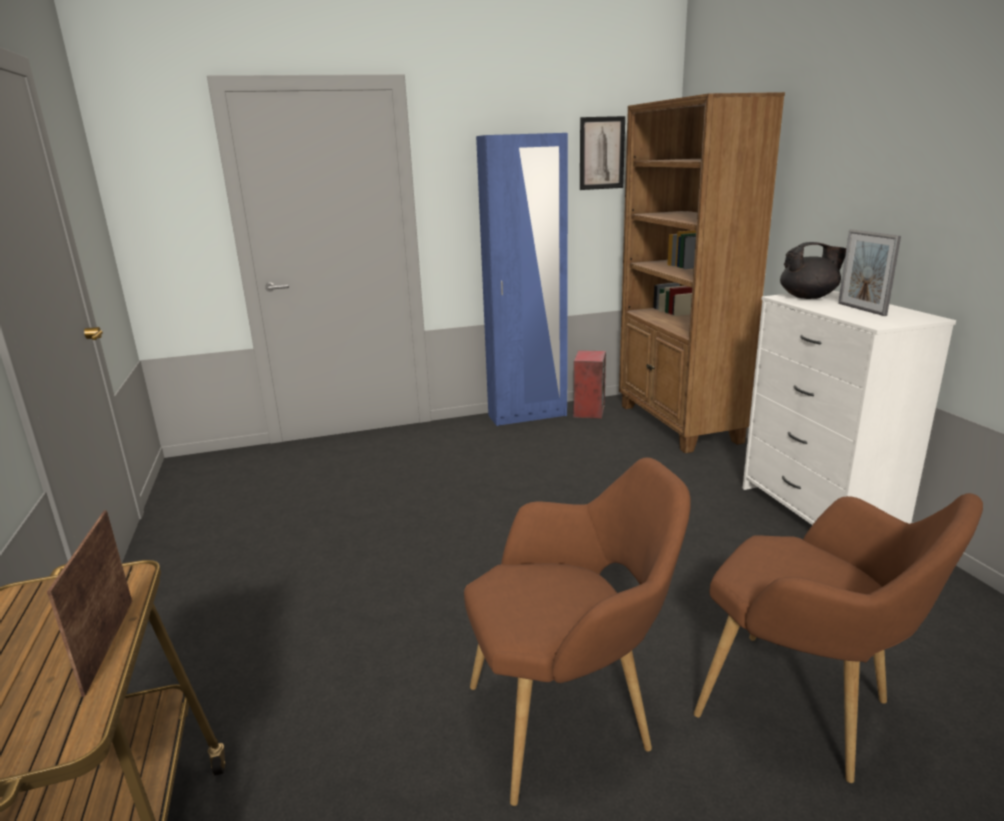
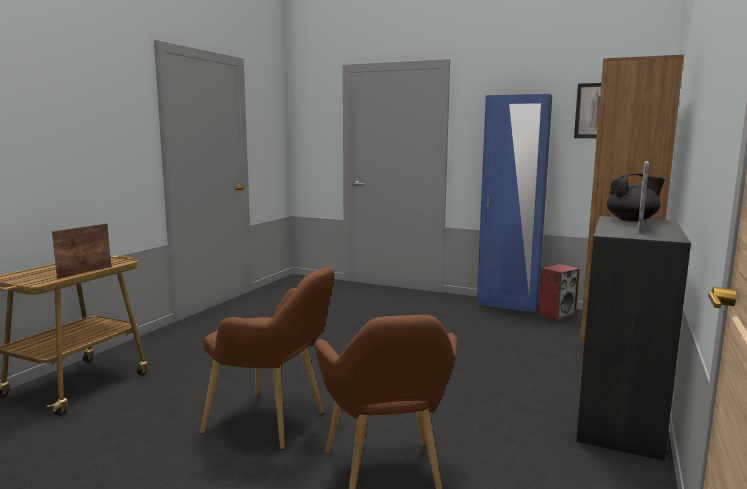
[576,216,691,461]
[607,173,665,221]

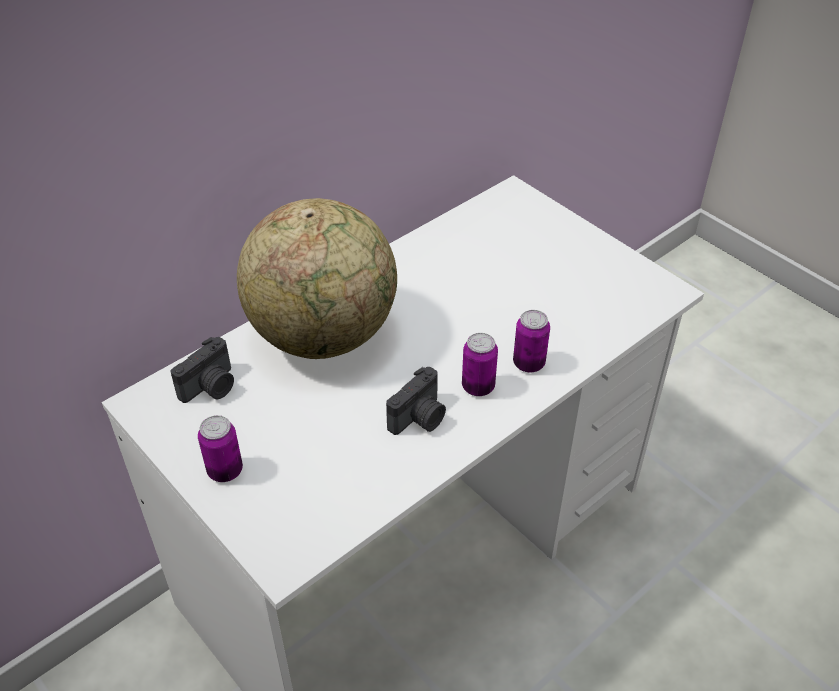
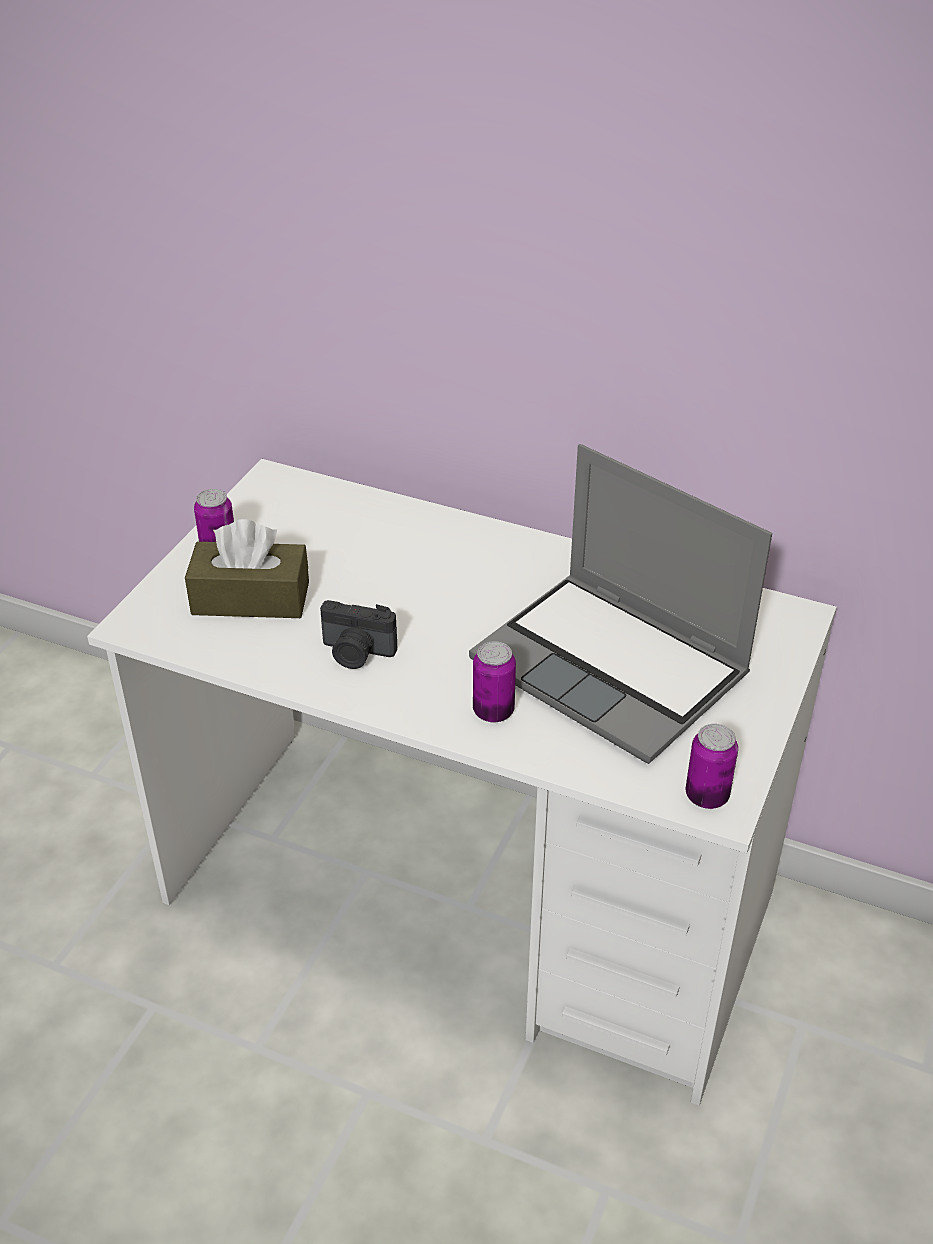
[185,519,309,618]
[469,444,772,764]
[686,724,738,809]
[170,337,234,403] (first image)
[237,198,397,359] (first image)

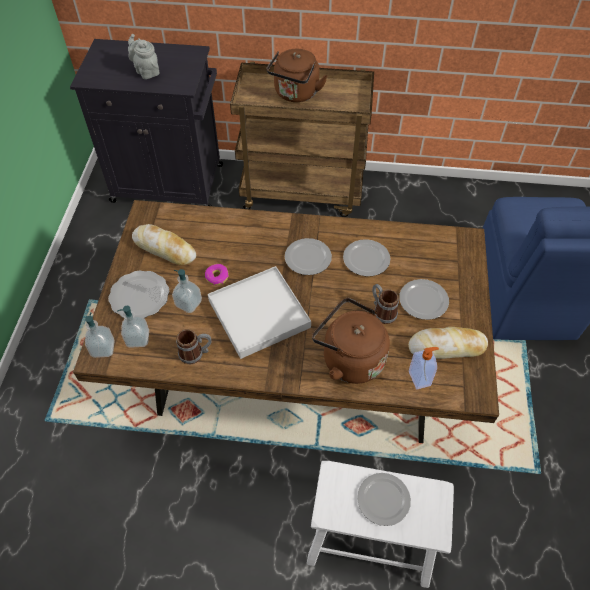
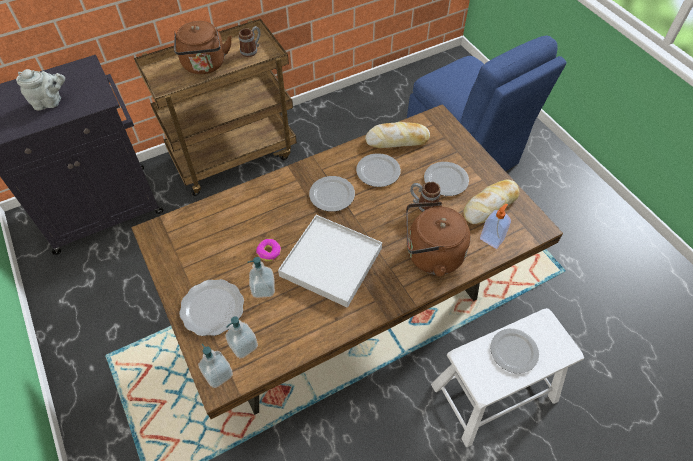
[16,69,65,110]
[239,26,260,57]
[365,122,430,148]

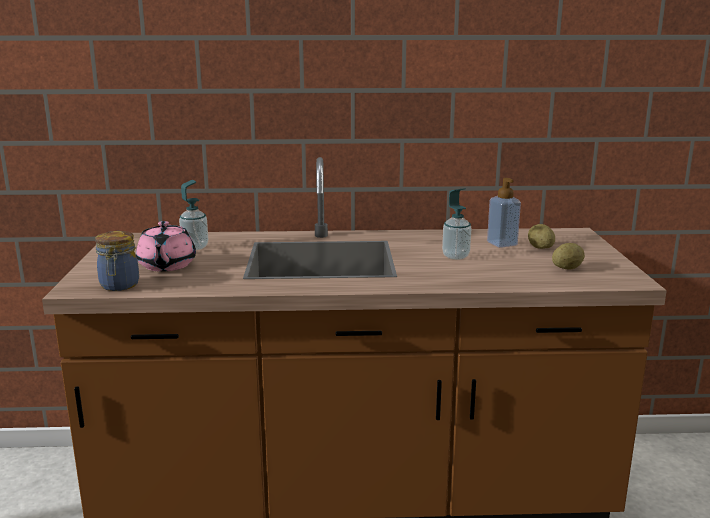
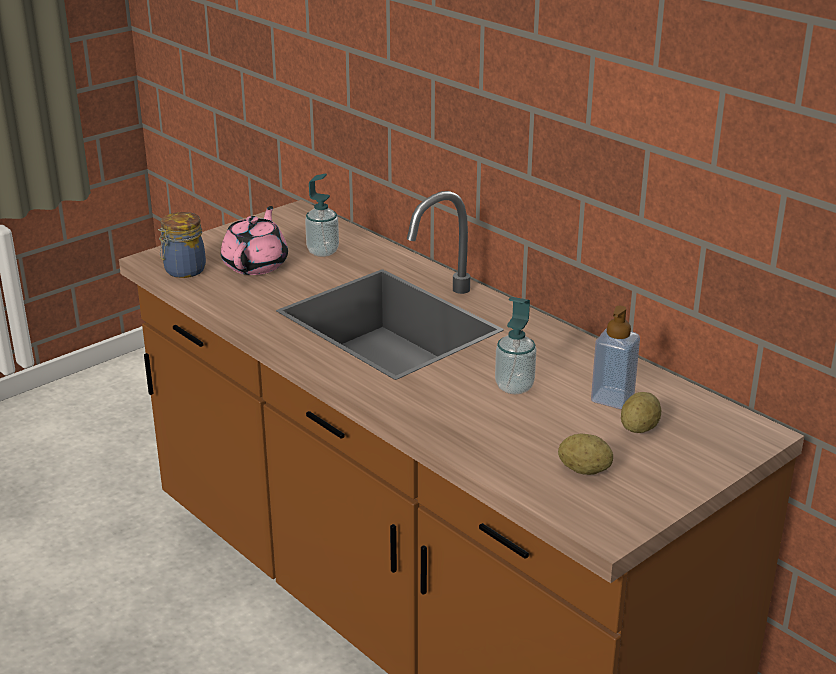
[221,206,288,275]

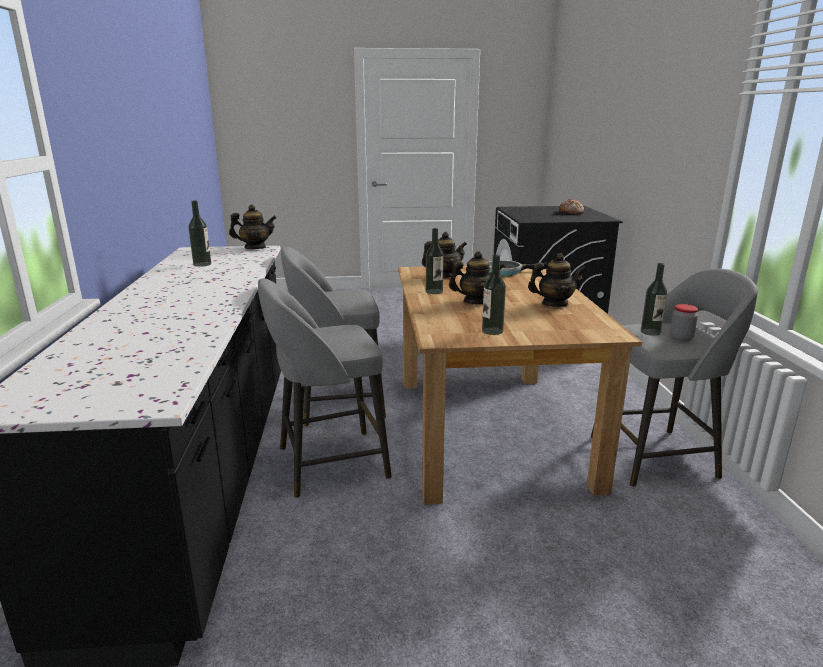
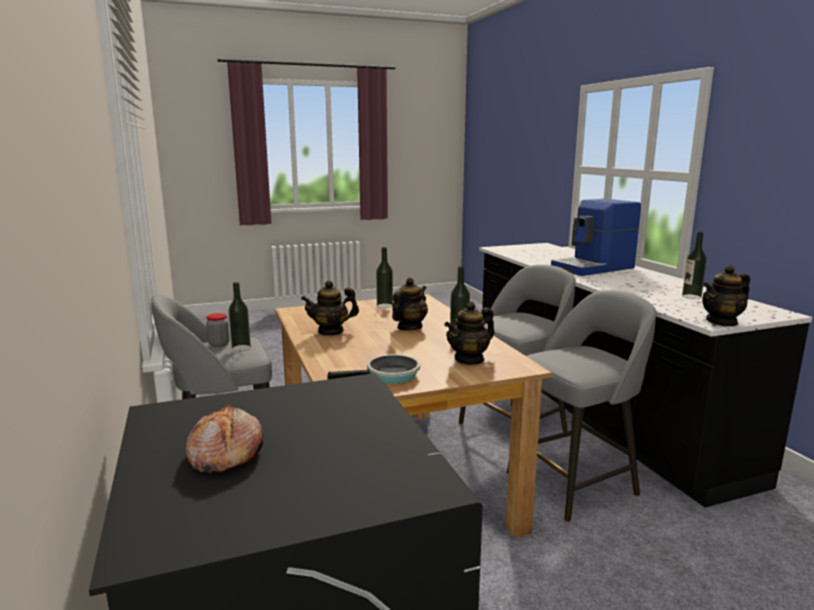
[392,277,428,330]
[551,199,641,276]

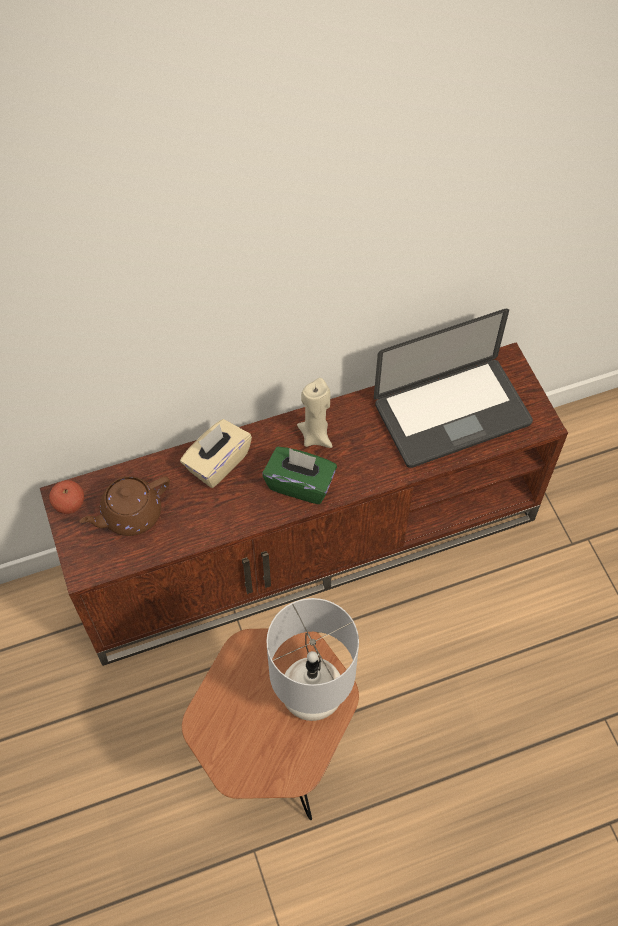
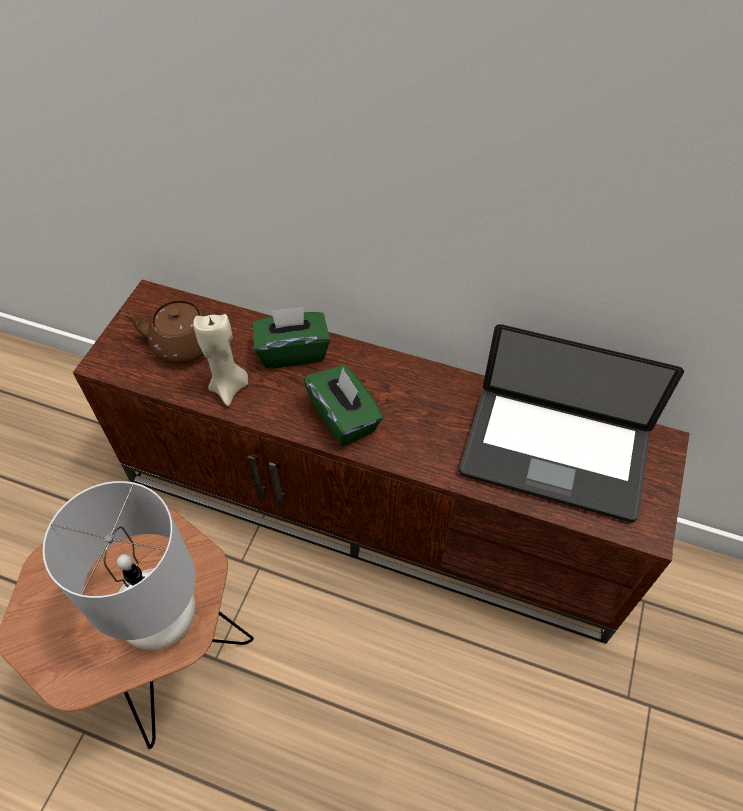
[193,314,248,406]
[252,307,330,369]
[49,480,84,514] (first image)

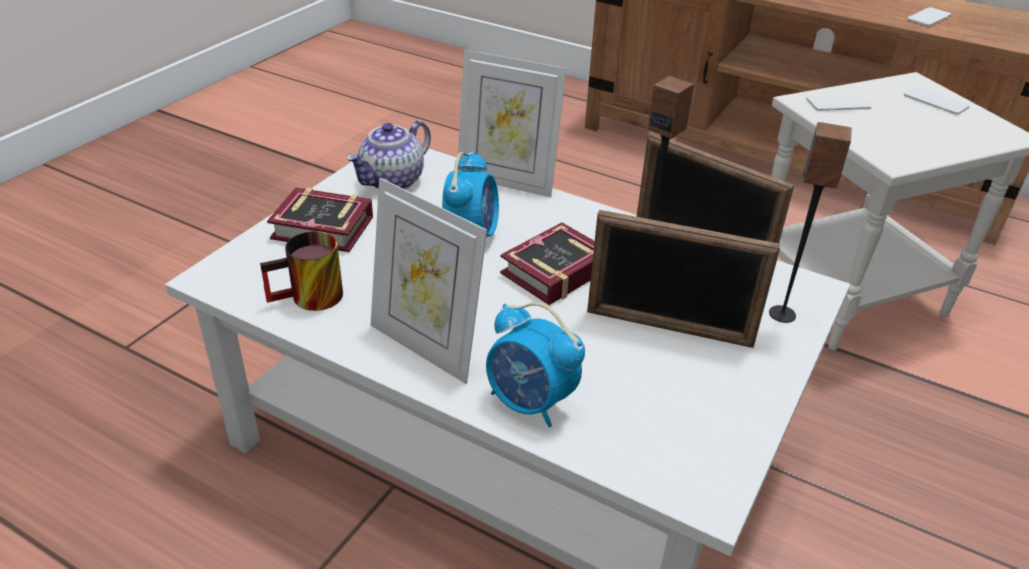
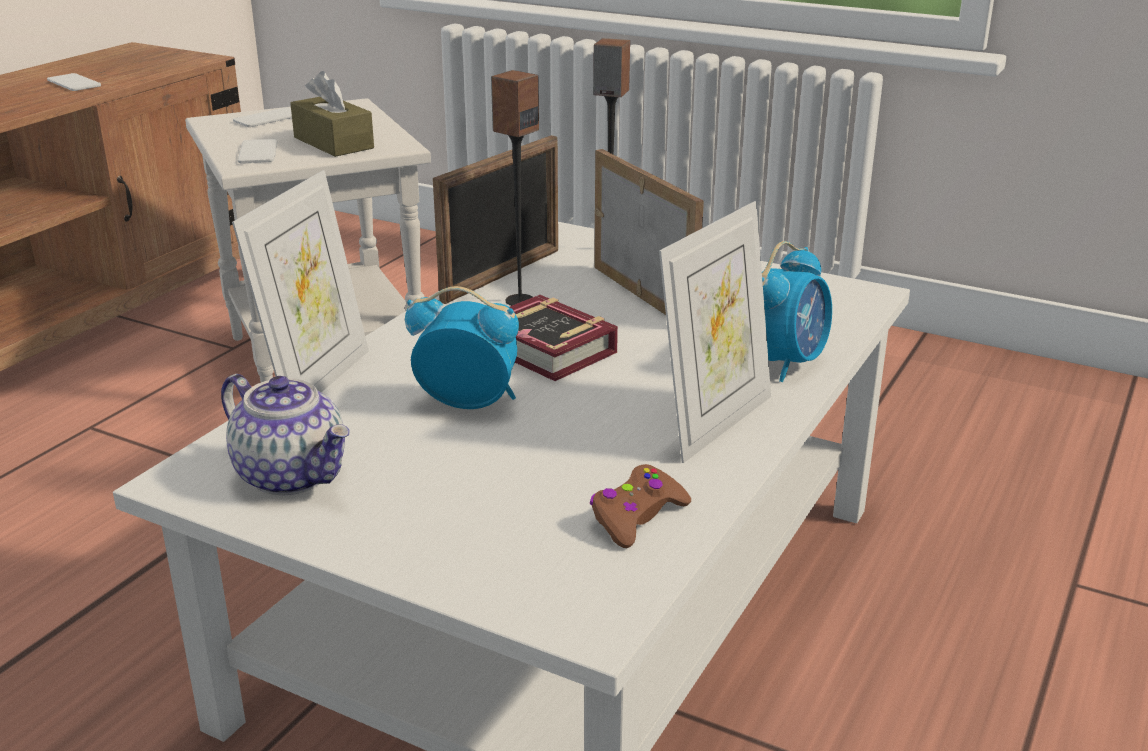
[290,71,374,157]
[590,464,691,548]
[594,149,704,315]
[267,187,373,252] (first image)

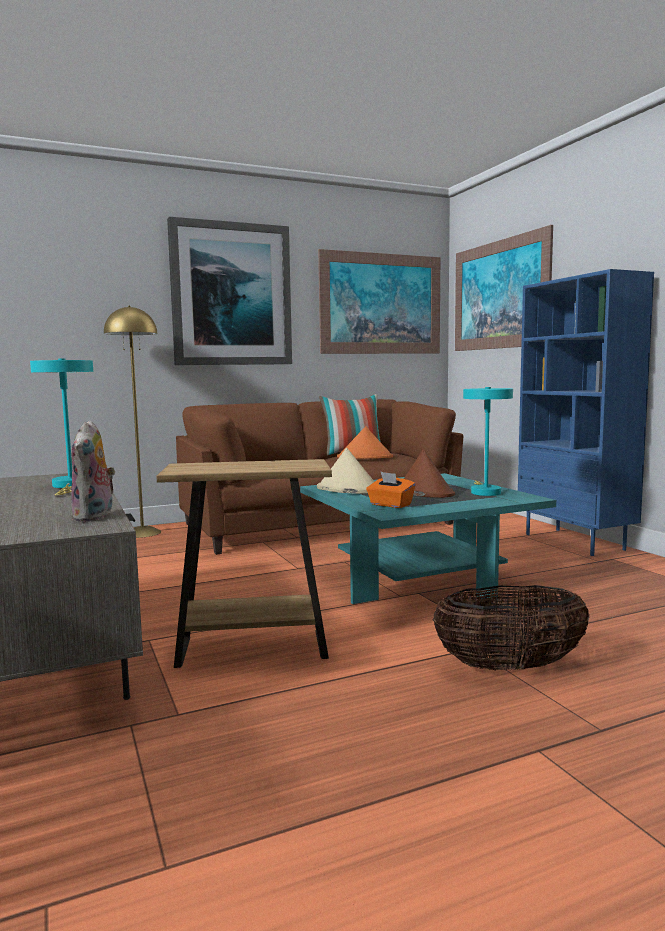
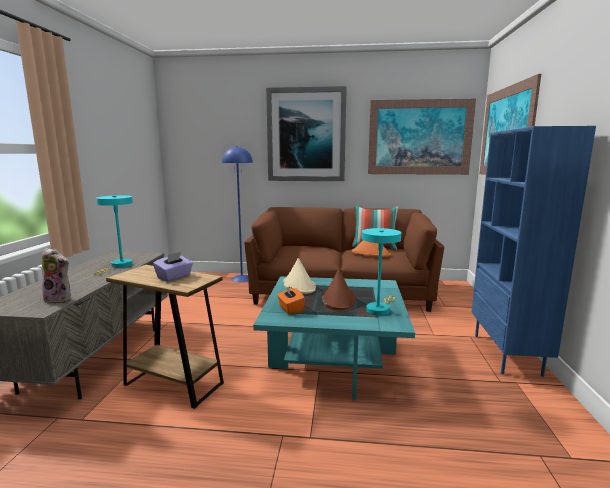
[42,248,71,304]
[153,252,193,282]
[222,146,253,282]
[433,585,590,671] (first image)

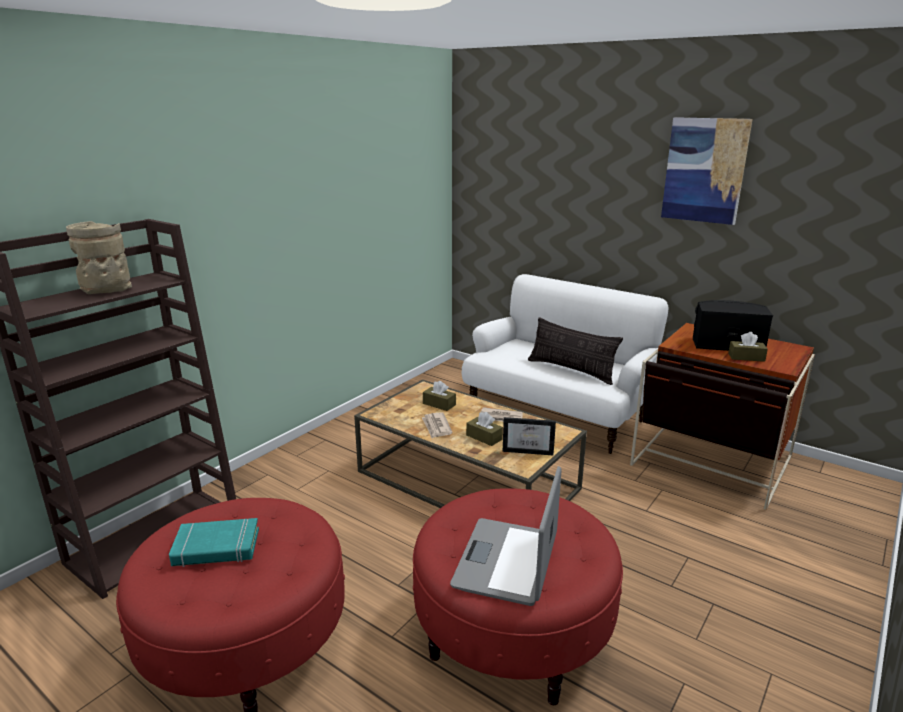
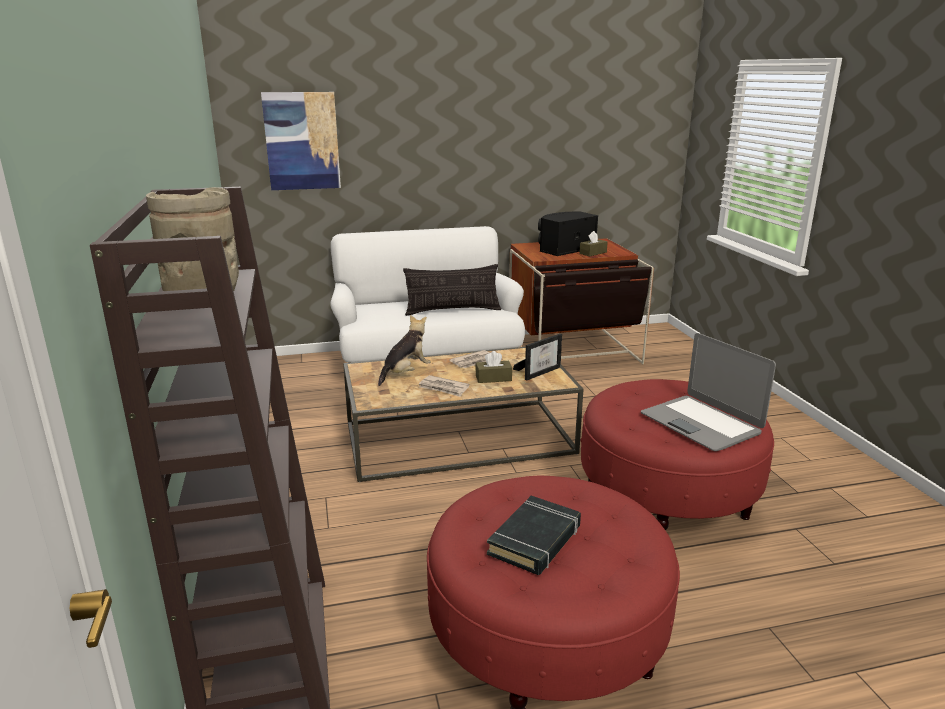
[261,92,341,190]
[378,315,430,386]
[487,496,581,575]

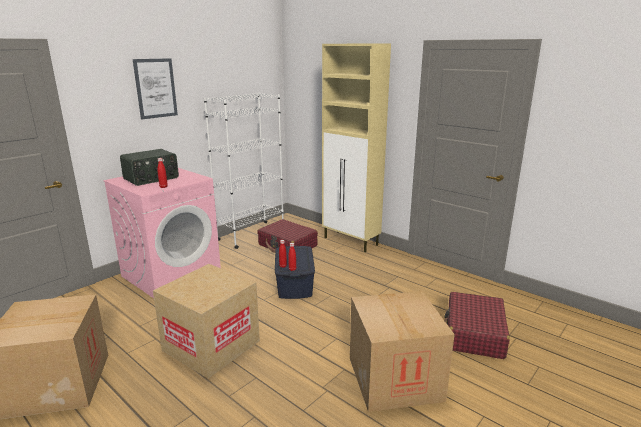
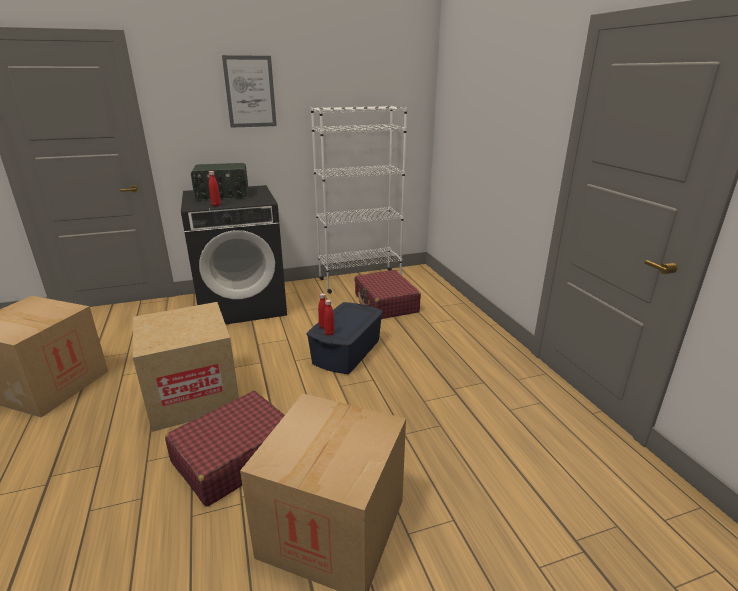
[165,391,285,506]
[181,185,287,324]
[322,43,391,252] (first image)

